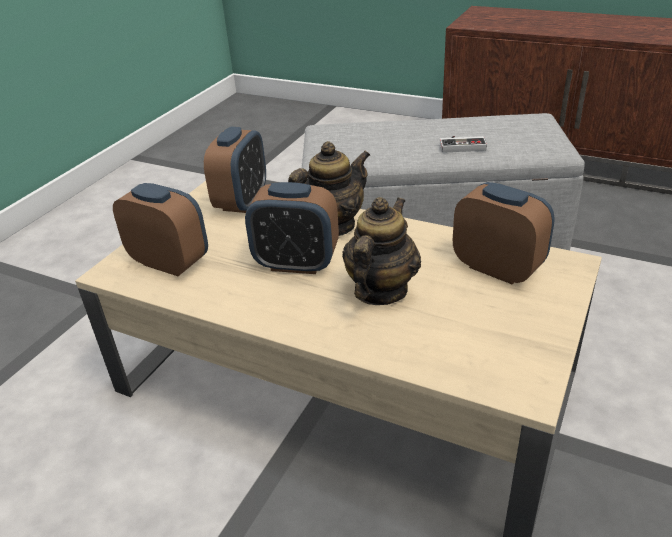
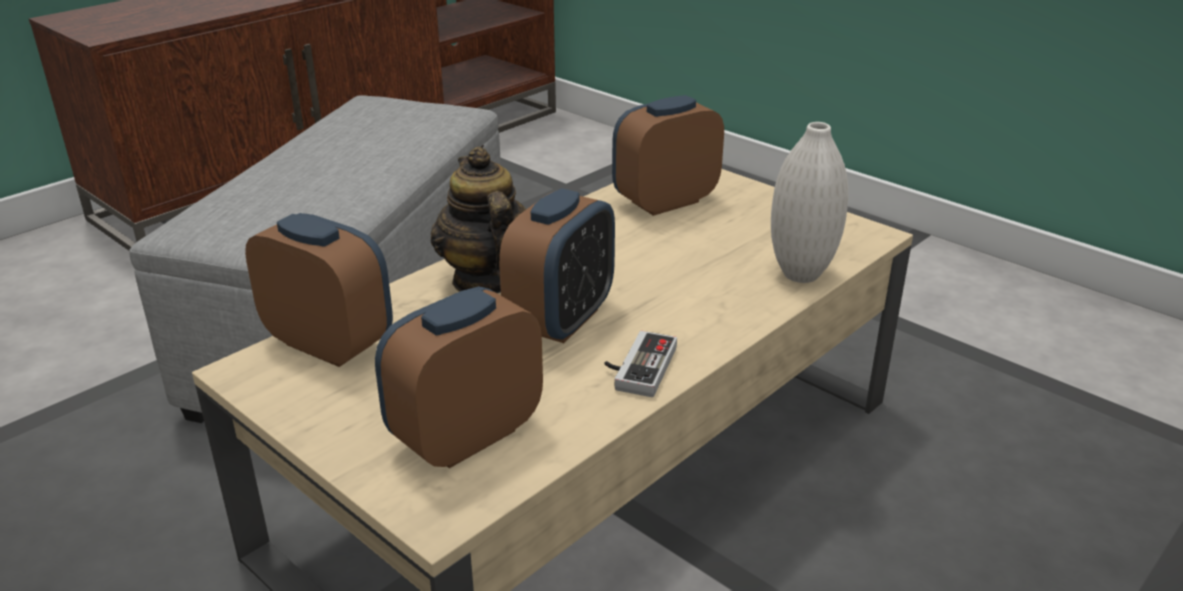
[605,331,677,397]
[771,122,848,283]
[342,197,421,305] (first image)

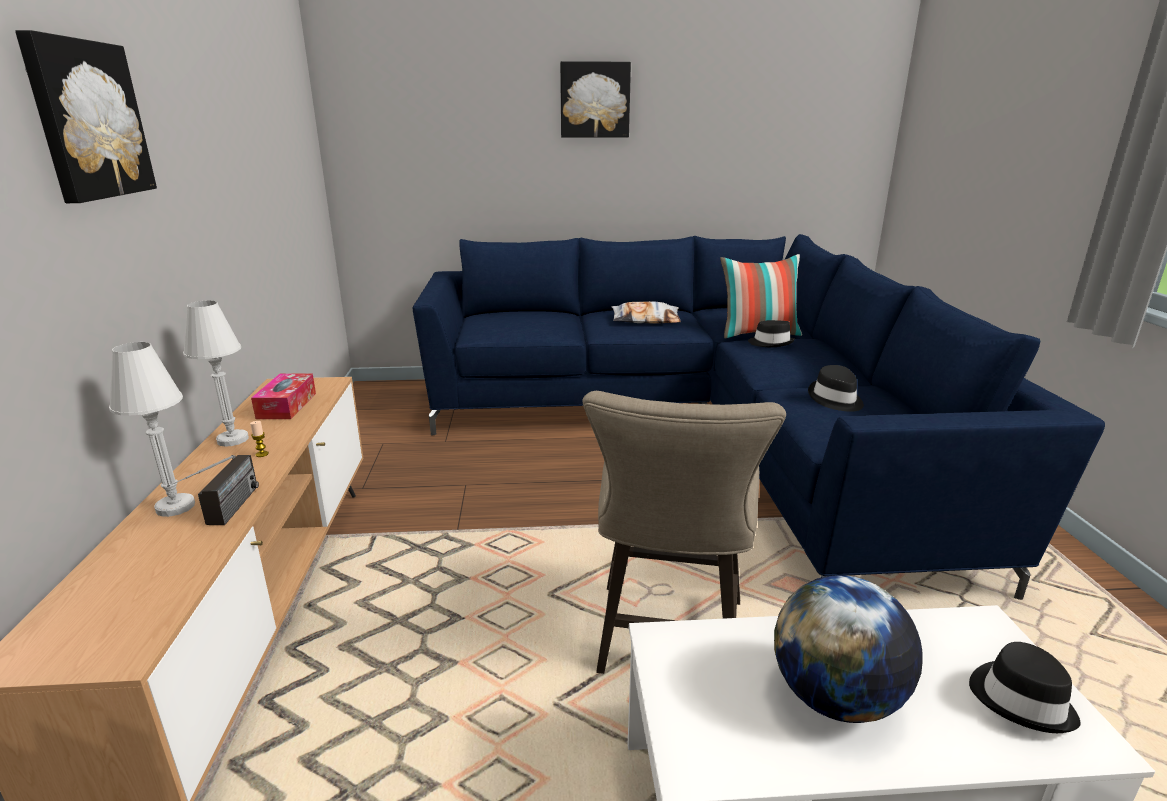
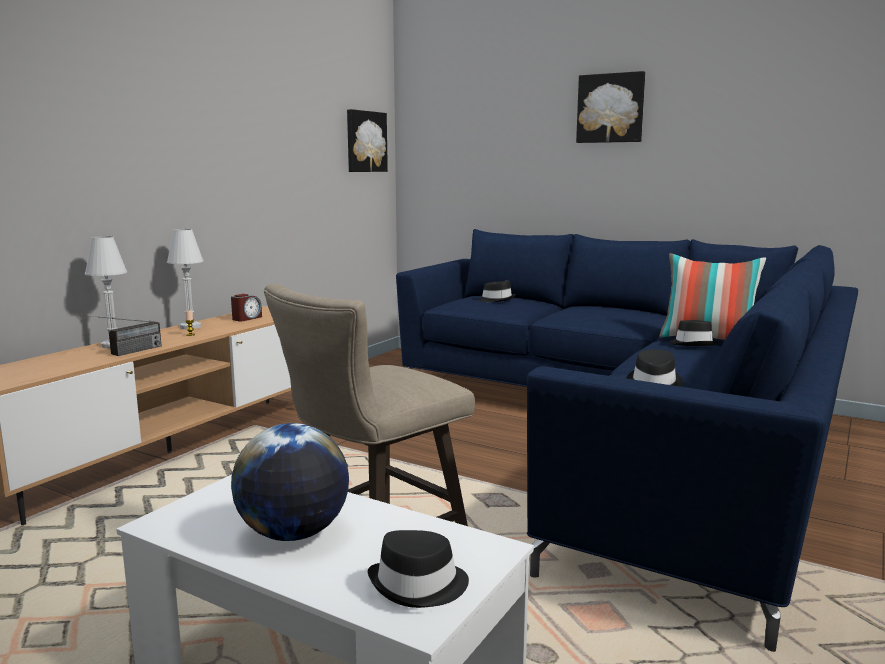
[231,294,262,321]
[347,109,388,172]
[477,281,515,302]
[612,301,681,324] (first image)

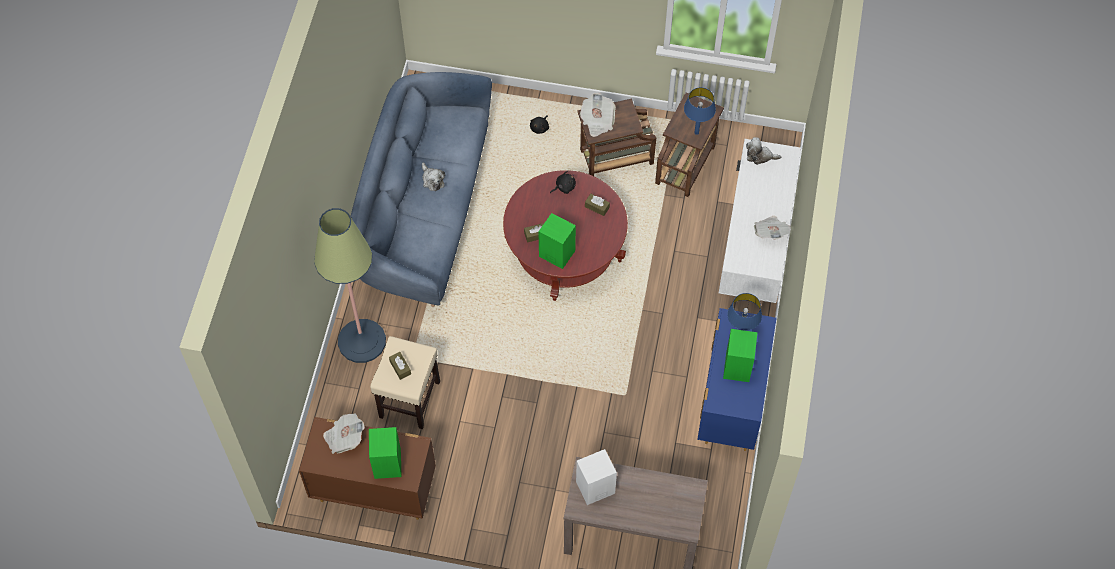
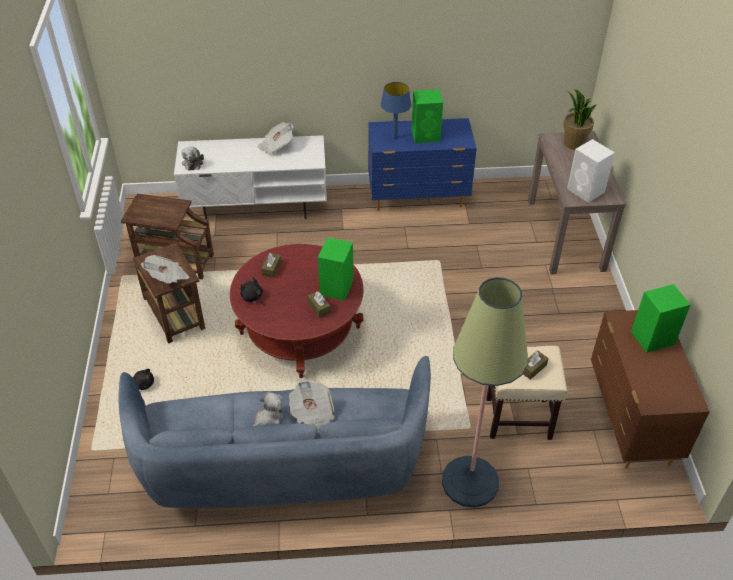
[289,380,335,432]
[563,90,597,150]
[684,87,716,135] (first image)

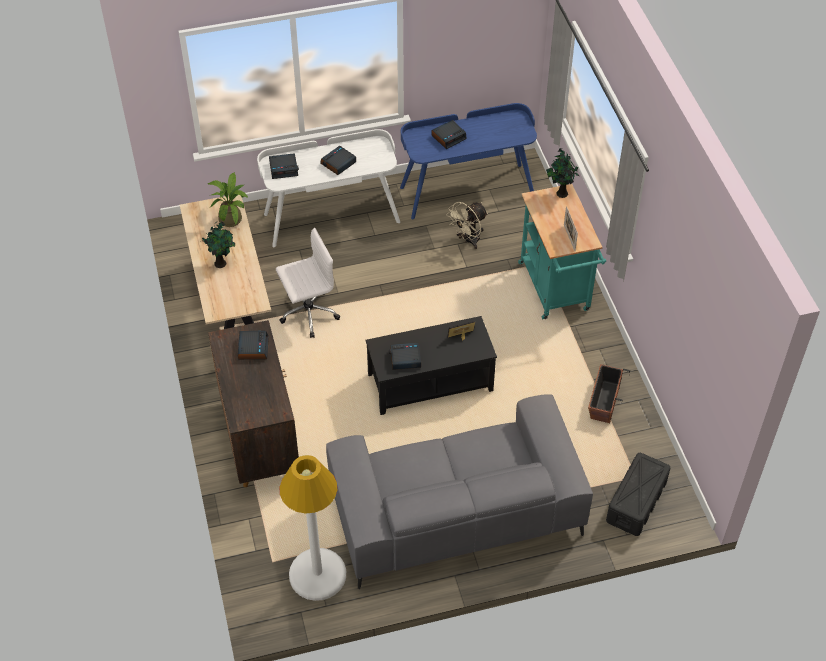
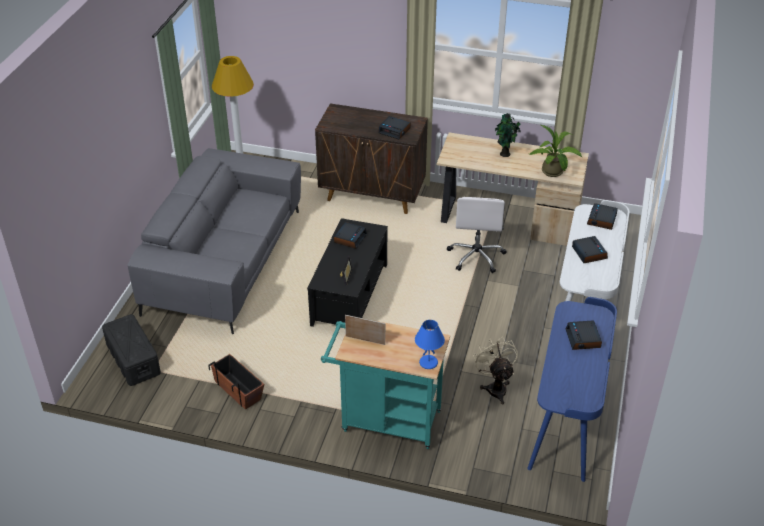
[415,320,445,369]

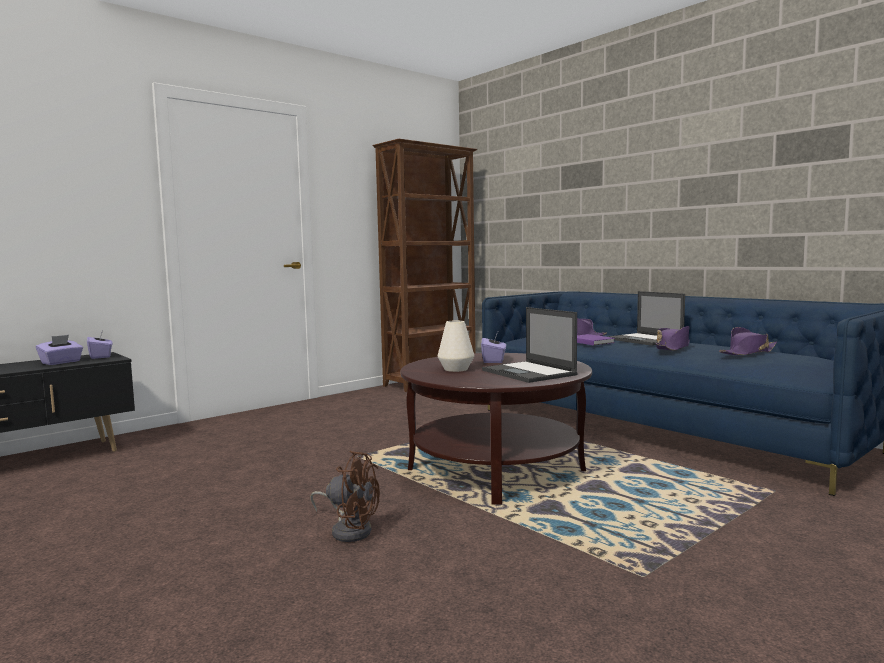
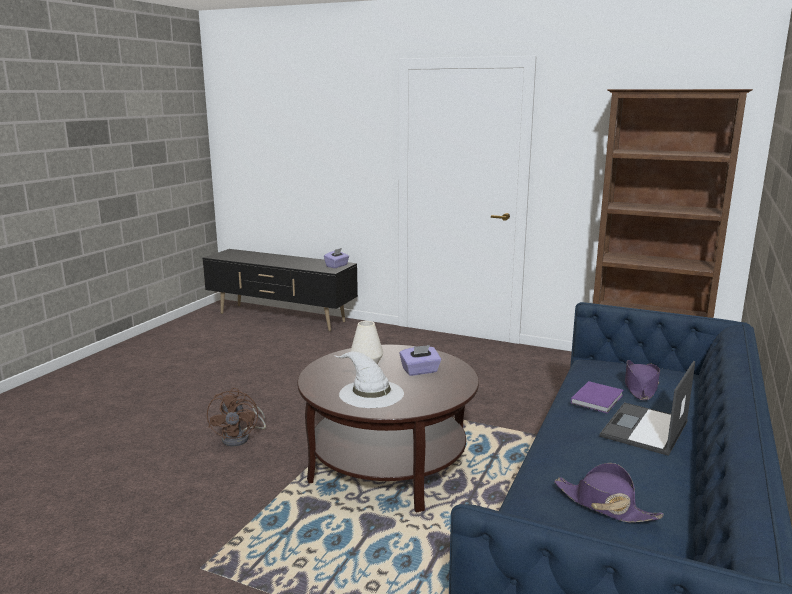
[334,351,404,408]
[36,335,83,365] (first image)
[656,326,690,351] (first image)

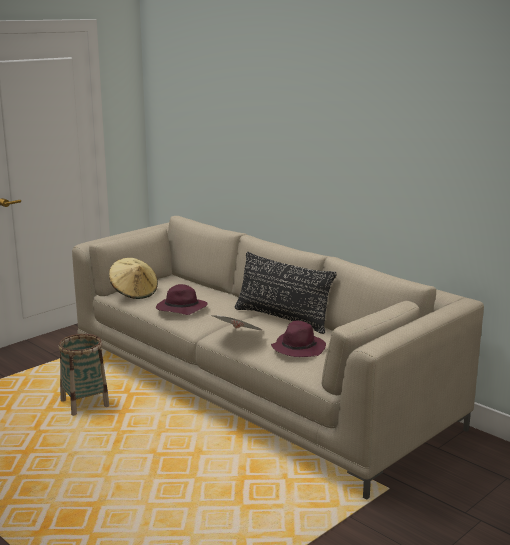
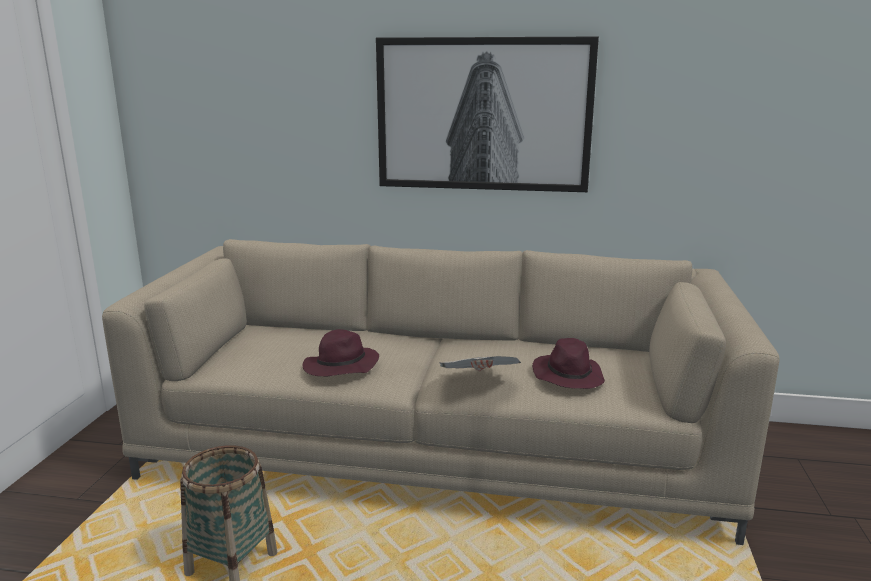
[376,37,599,192]
[109,258,158,299] (first image)
[235,252,337,334] (first image)

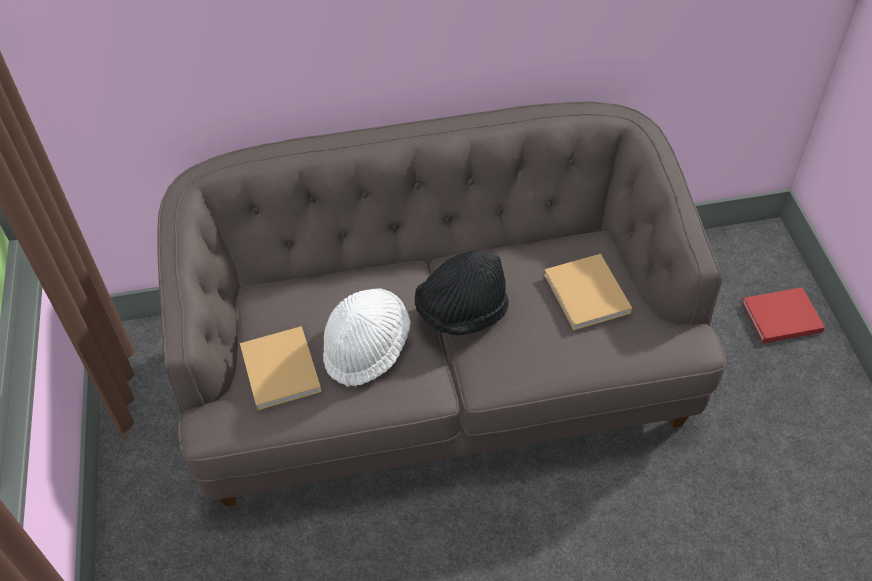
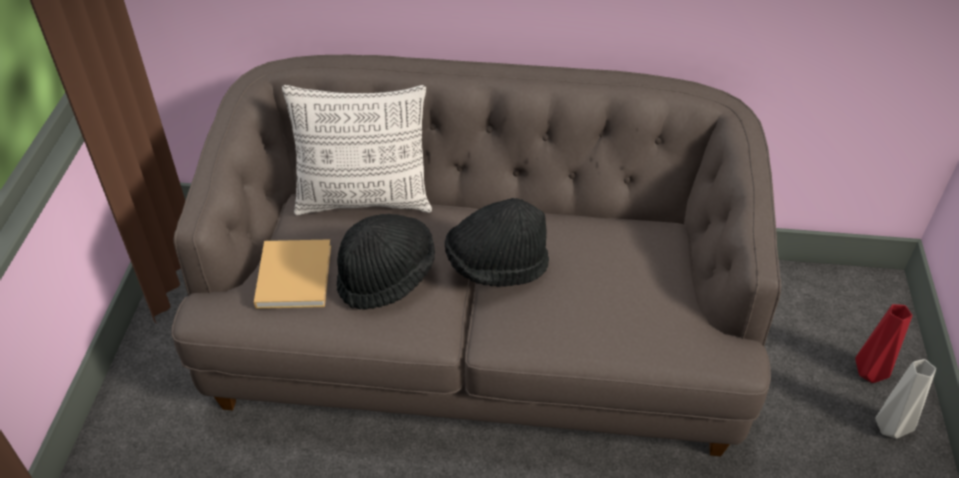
[282,85,432,215]
[337,214,435,310]
[855,304,912,383]
[875,359,936,439]
[544,254,632,331] (first image)

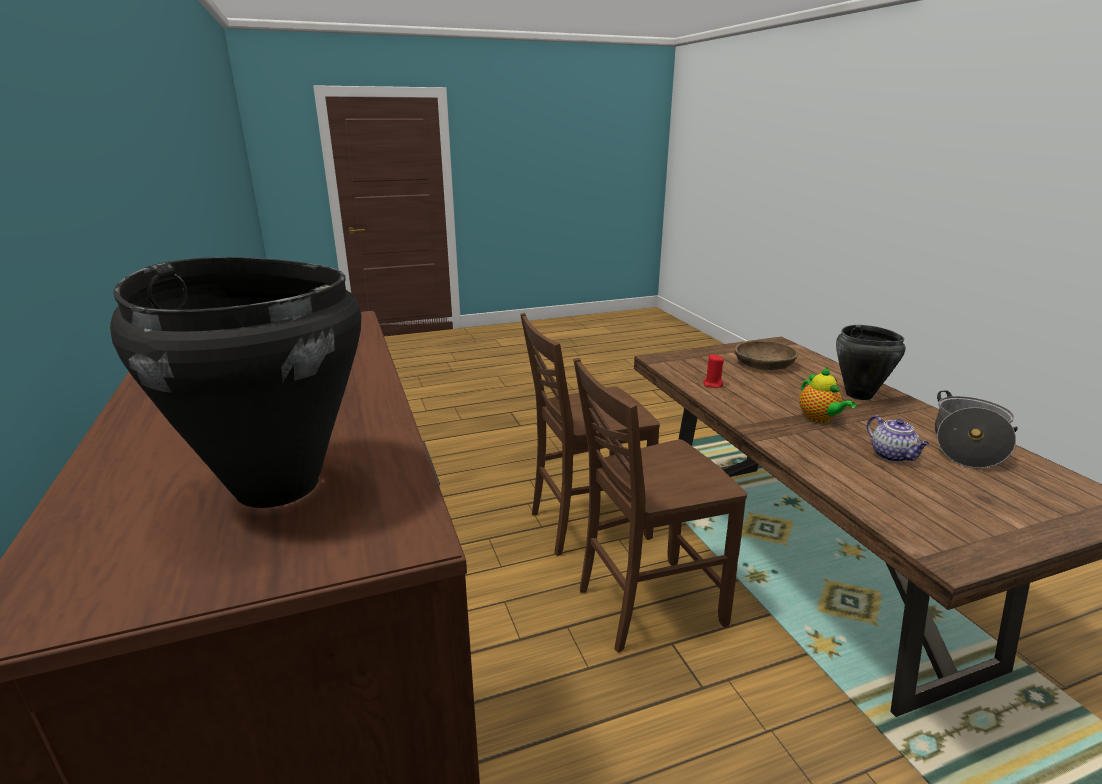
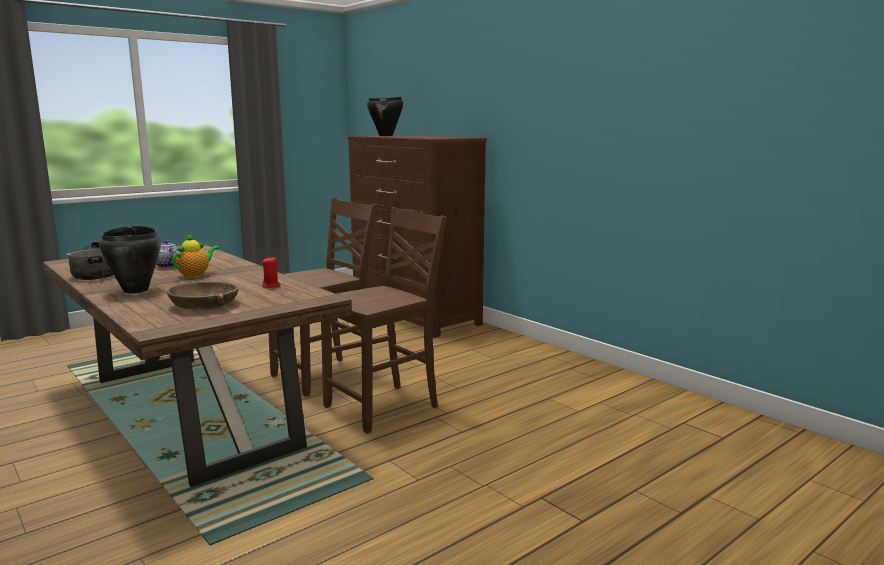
[172,233,219,278]

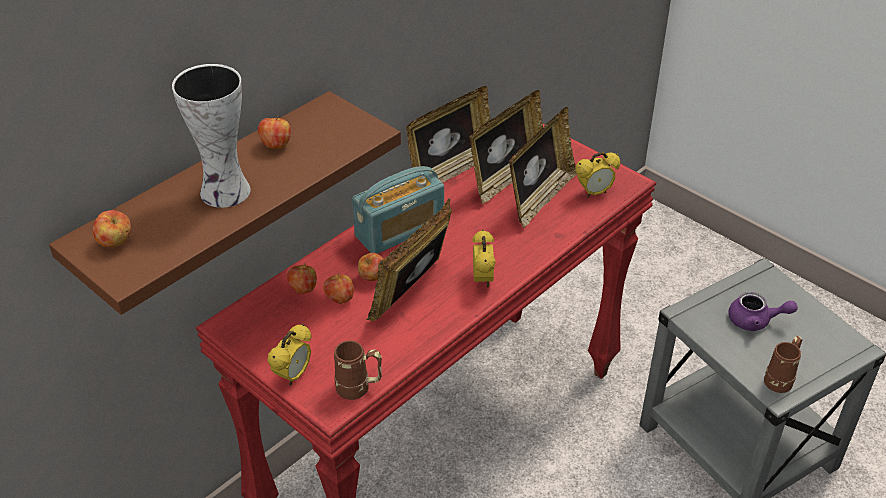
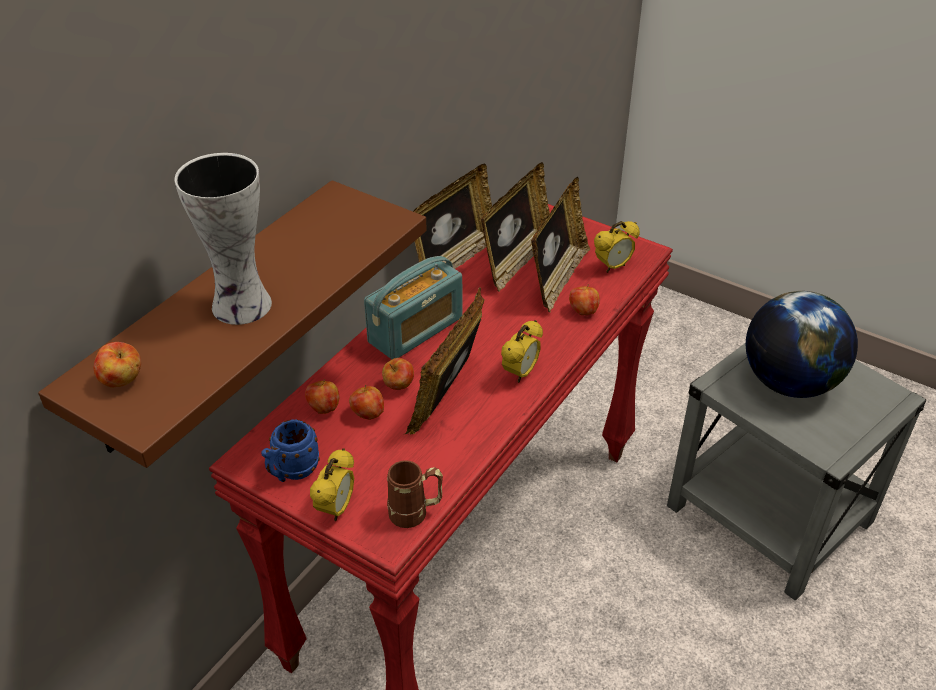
[261,419,320,482]
[501,320,543,383]
[569,284,600,315]
[746,291,858,398]
[764,336,802,393] (first image)

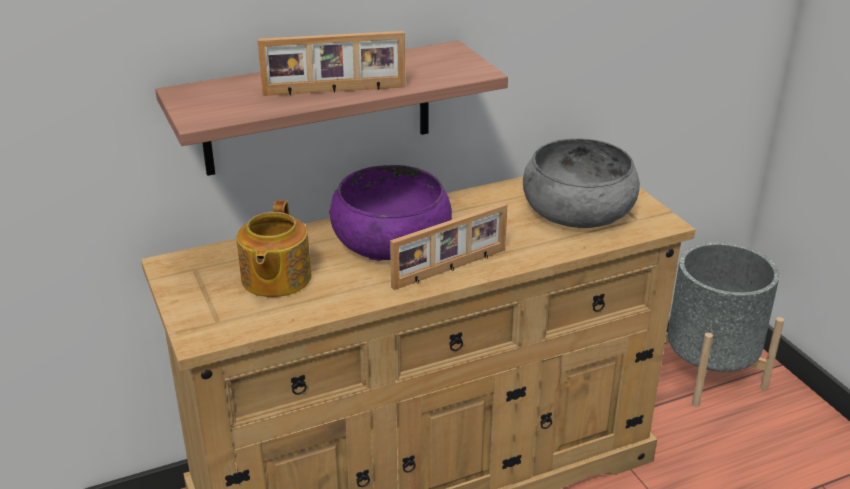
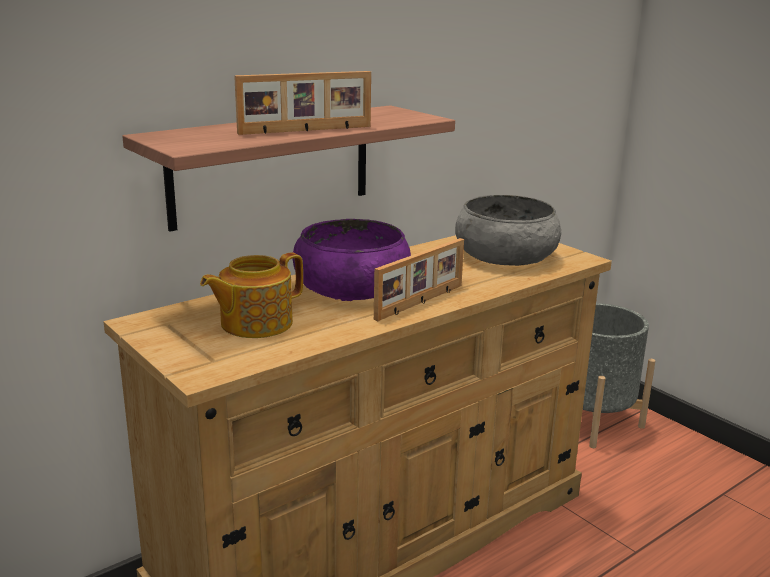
[200,252,303,338]

